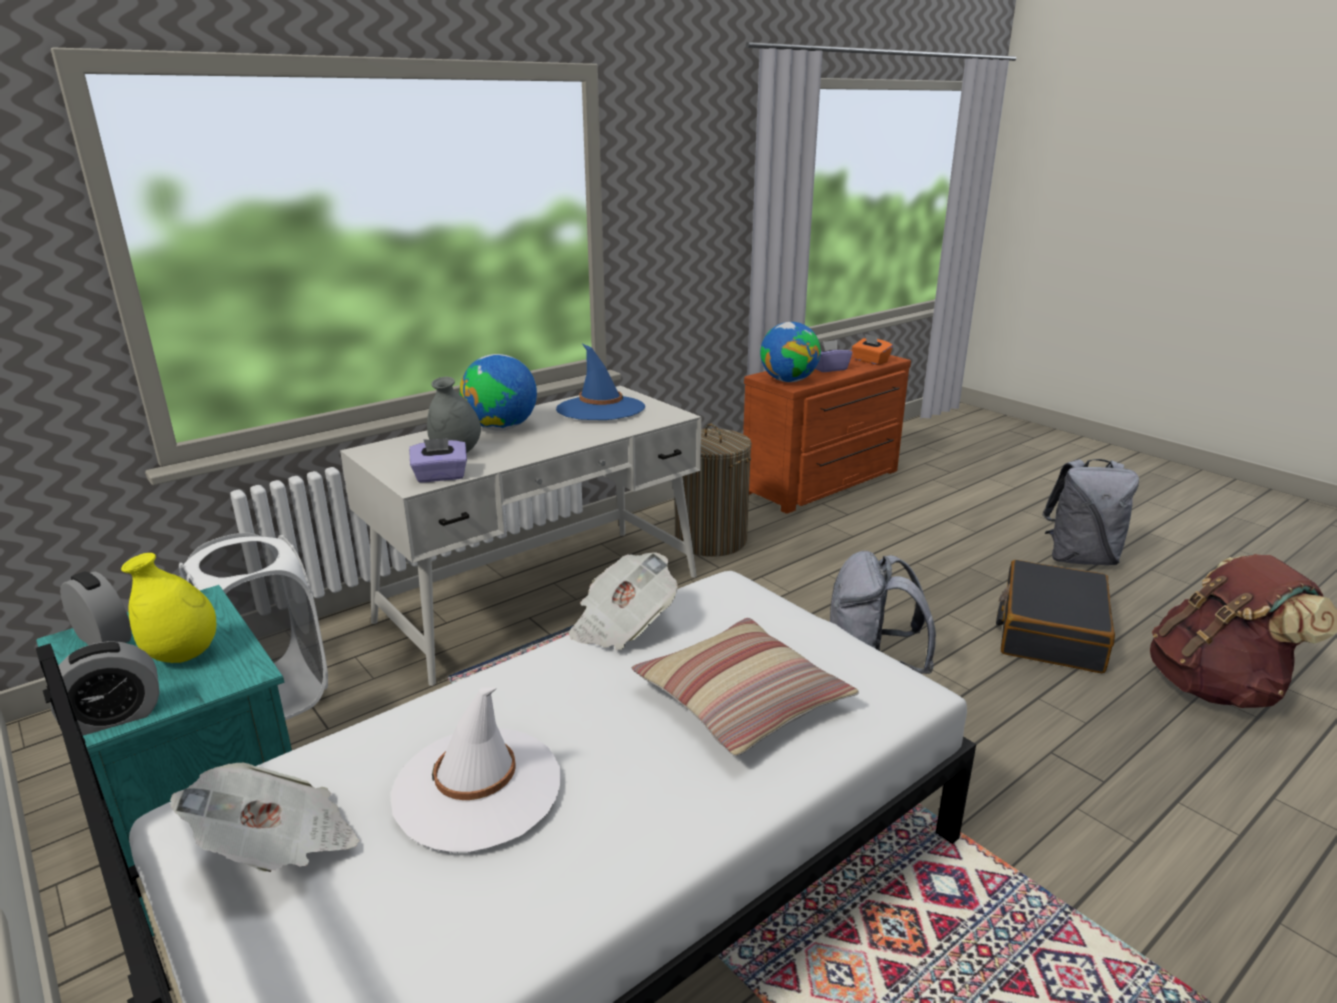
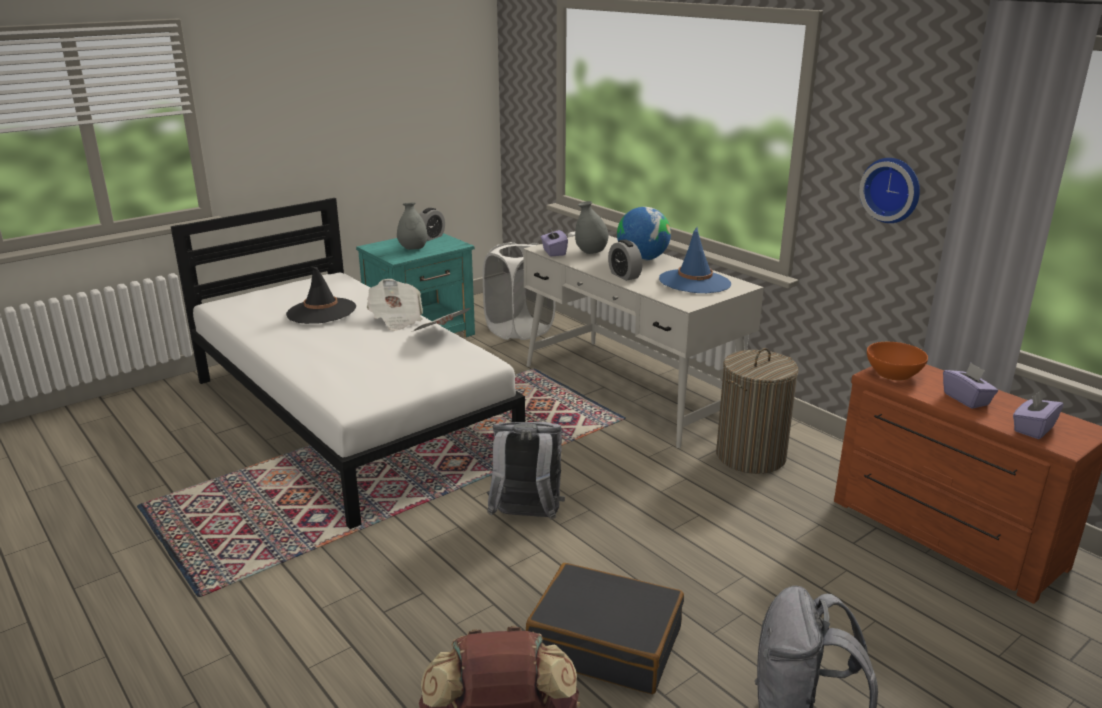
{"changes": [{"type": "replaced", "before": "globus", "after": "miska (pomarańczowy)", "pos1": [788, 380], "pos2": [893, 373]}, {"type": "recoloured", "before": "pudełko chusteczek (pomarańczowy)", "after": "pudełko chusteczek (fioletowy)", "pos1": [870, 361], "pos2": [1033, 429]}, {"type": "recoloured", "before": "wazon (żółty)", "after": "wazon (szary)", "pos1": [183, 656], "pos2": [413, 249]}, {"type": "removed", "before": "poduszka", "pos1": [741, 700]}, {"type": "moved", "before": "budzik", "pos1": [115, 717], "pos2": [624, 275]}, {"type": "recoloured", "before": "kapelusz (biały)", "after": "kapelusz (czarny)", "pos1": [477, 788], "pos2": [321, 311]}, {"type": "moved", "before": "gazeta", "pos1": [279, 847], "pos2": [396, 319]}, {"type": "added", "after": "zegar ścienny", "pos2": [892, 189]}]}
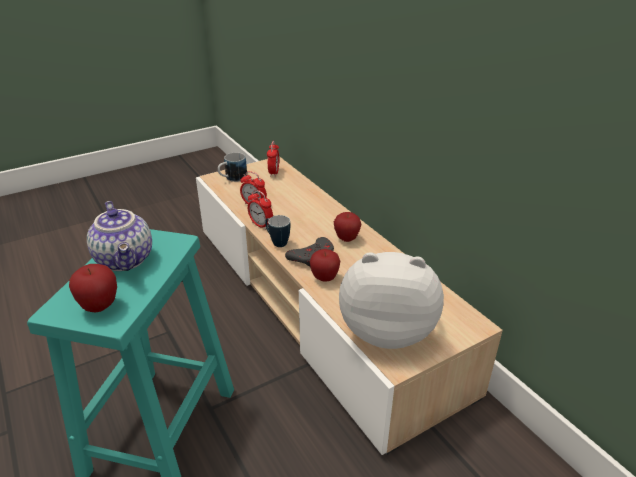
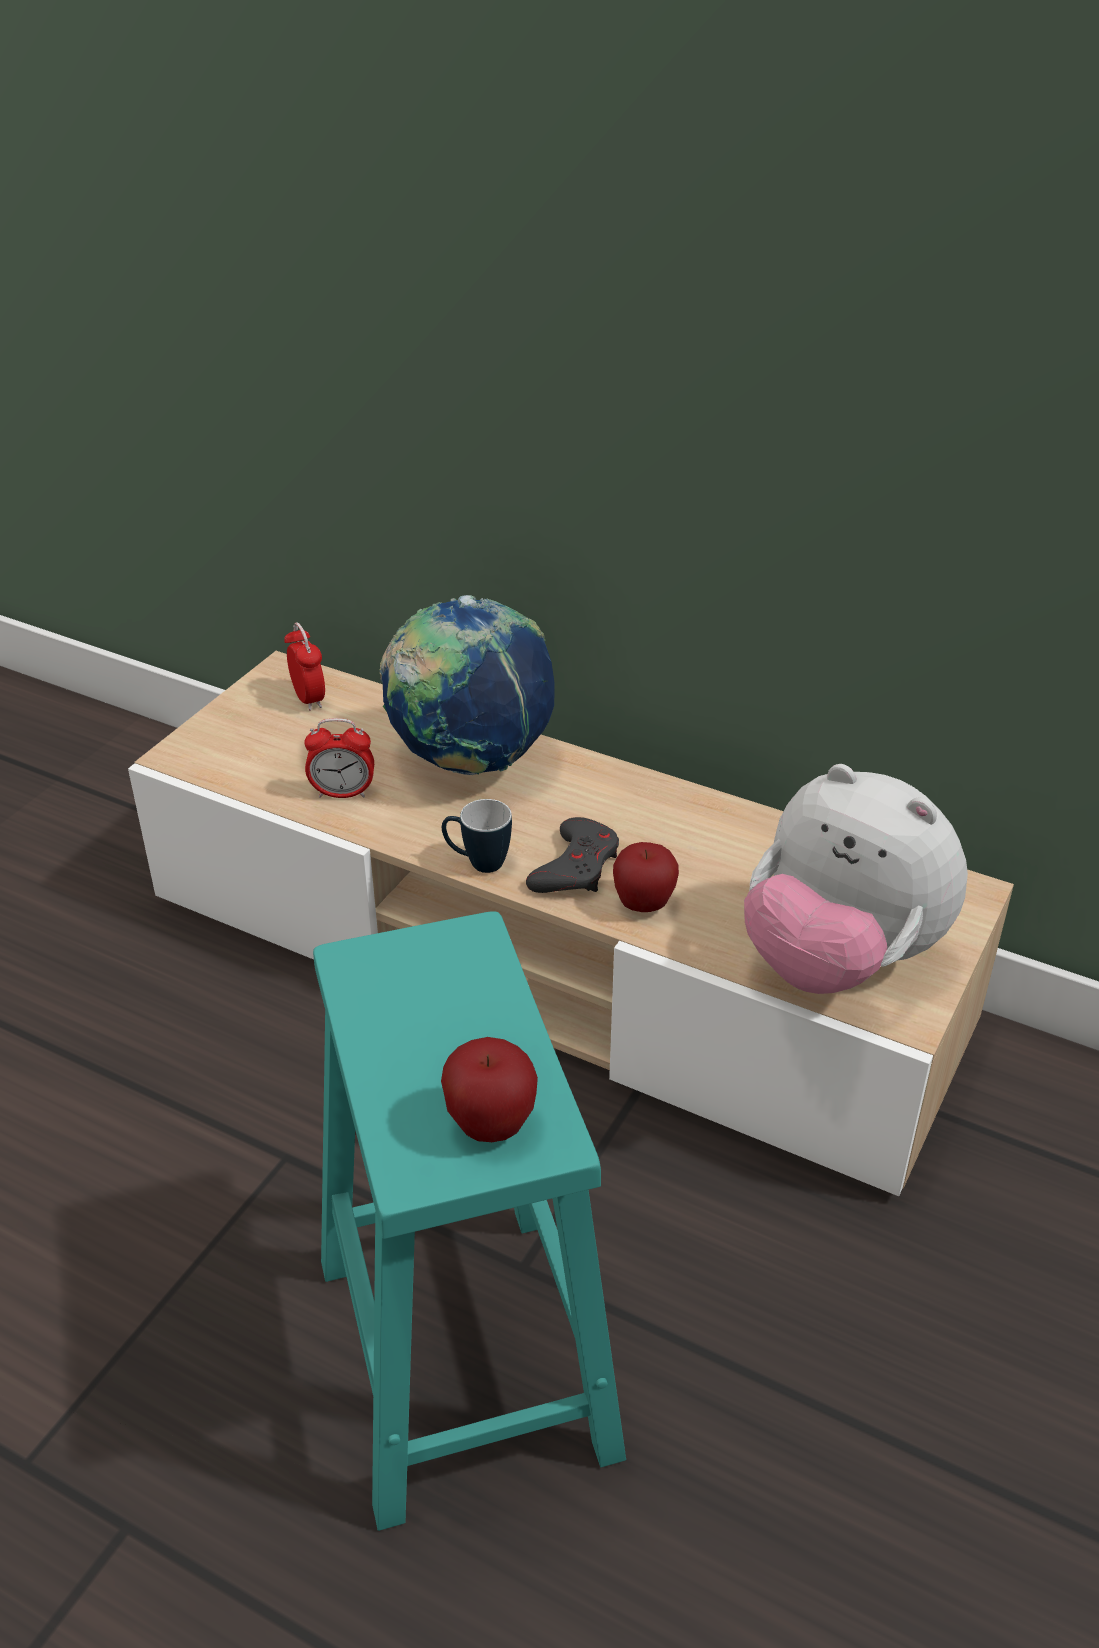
{"changes": [{"type": "removed", "before": "kubek", "pos1": [232, 178]}, {"type": "removed", "before": "budzik", "pos1": [261, 225]}, {"type": "removed", "before": "imbryk", "pos1": [126, 259]}, {"type": "removed", "before": "jabłko", "pos1": [346, 239]}, {"type": "turned", "before": "pluszak", "pos1": [387, 329], "pos2": [839, 960], "turn": -120}, {"type": "added", "after": "globus", "pos2": [470, 761]}]}
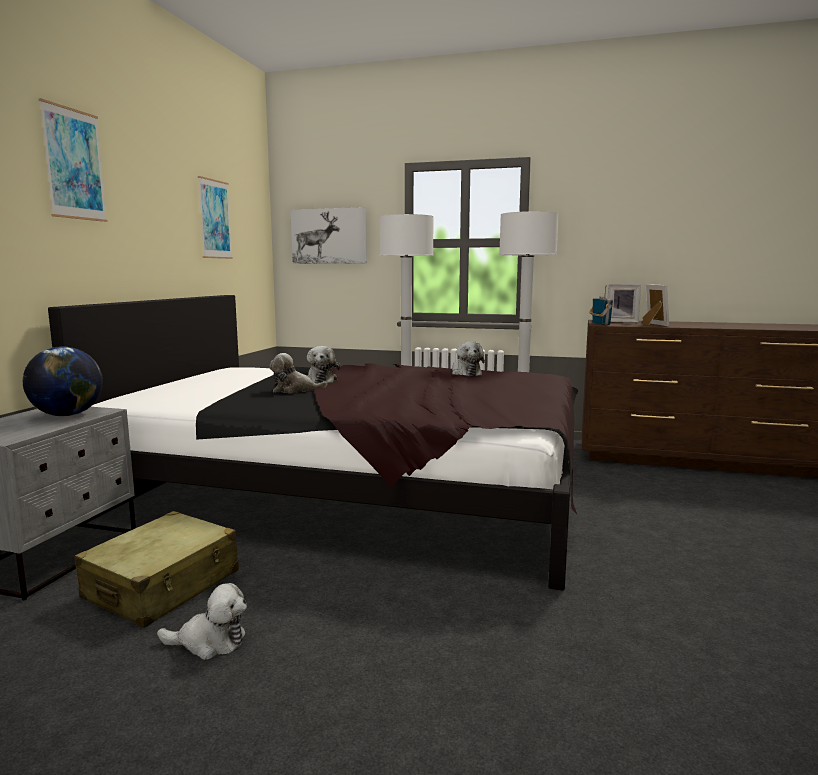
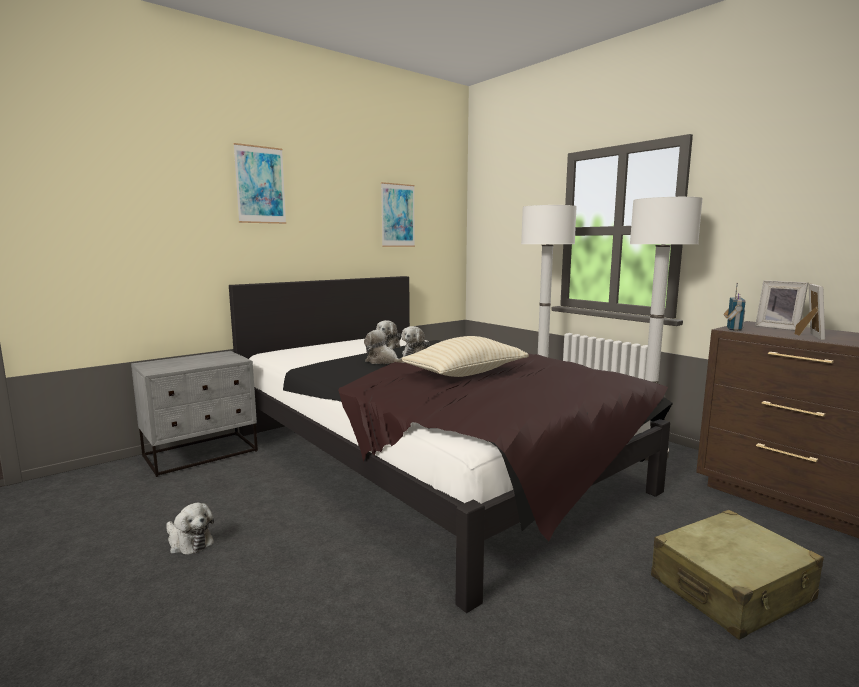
{"changes": [{"type": "removed", "before": "obraz", "pos1": [329, 236]}, {"type": "moved", "before": "pluszak", "pos1": [465, 373], "pos2": [389, 346]}, {"type": "removed", "before": "globus", "pos1": [67, 415]}, {"type": "moved", "before": "walizka (beżowy)", "pos1": [163, 585], "pos2": [731, 589]}, {"type": "added", "after": "poduszka (beżowy)", "pos2": [465, 374]}]}
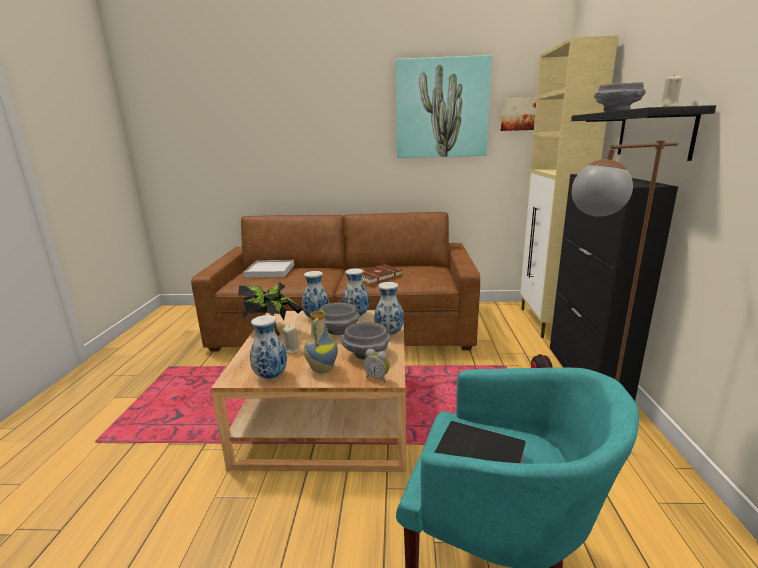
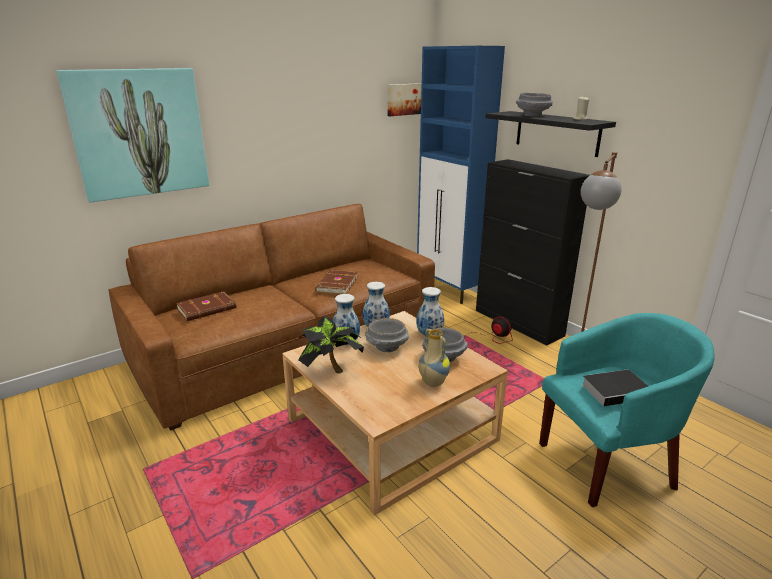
{"changes": [{"type": "recoloured", "before": "szafka (beżowy)", "after": "szafka (niebieski)", "pos1": [545, 322], "pos2": [449, 290]}, {"type": "moved", "before": "obraz", "pos1": [441, 109], "pos2": [139, 133]}, {"type": "replaced", "before": "taca (biały)", "after": "książka (brązowy)", "pos1": [270, 271], "pos2": [207, 309]}, {"type": "removed", "before": "wazon", "pos1": [270, 376]}, {"type": "removed", "before": "świeca (beżowy)", "pos1": [292, 350]}, {"type": "removed", "before": "budzik", "pos1": [377, 378]}]}
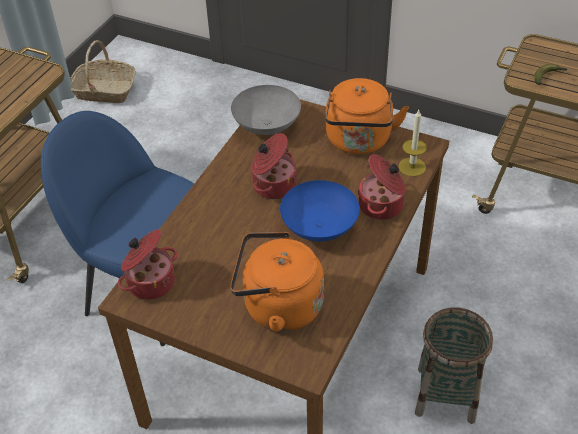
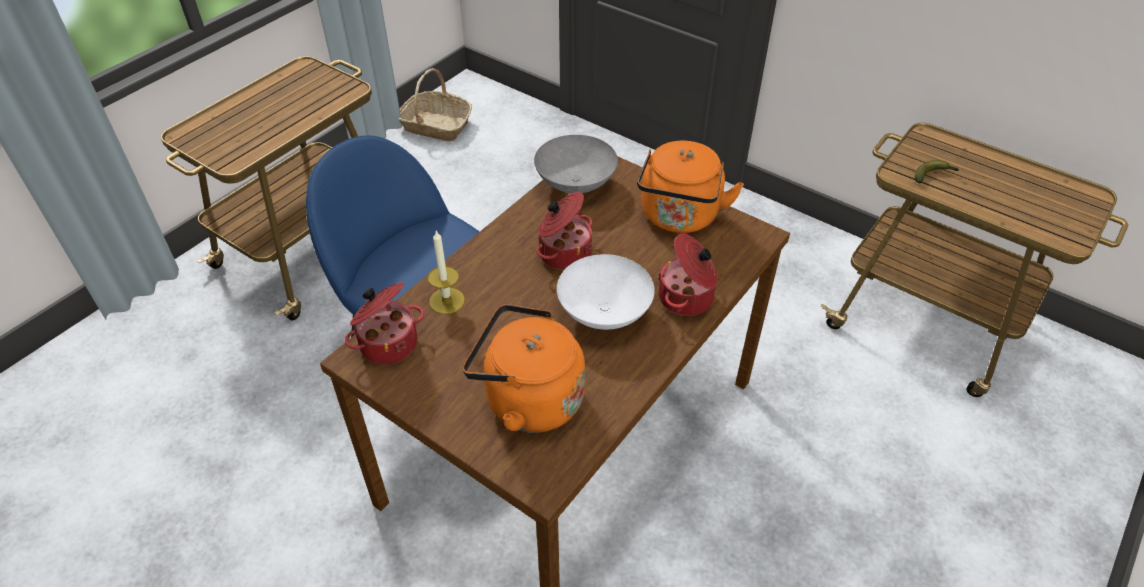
{"changes": [{"type": "moved", "before": "świeca", "pos1": [412, 167], "pos2": [447, 301]}, {"type": "recoloured", "before": "miska (niebieski)", "after": "miska (biały)", "pos1": [319, 229], "pos2": [603, 314]}, {"type": "removed", "before": "koszyk", "pos1": [445, 394]}]}
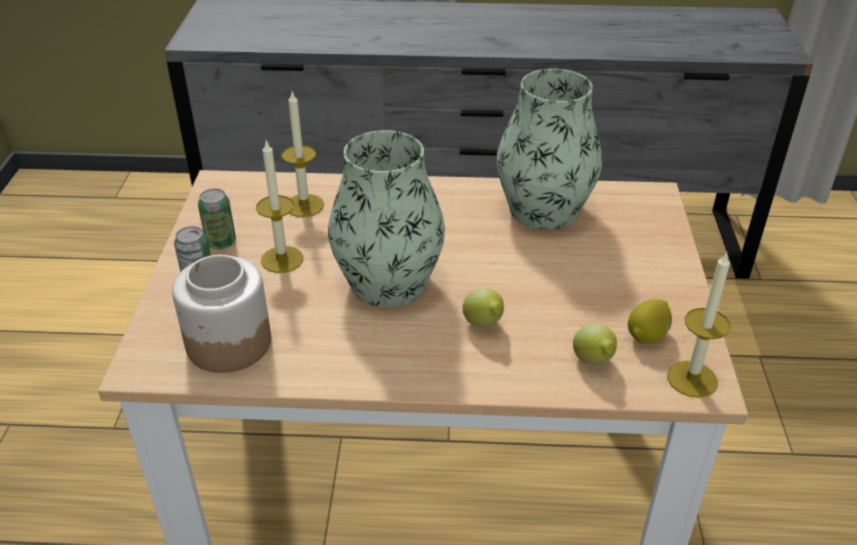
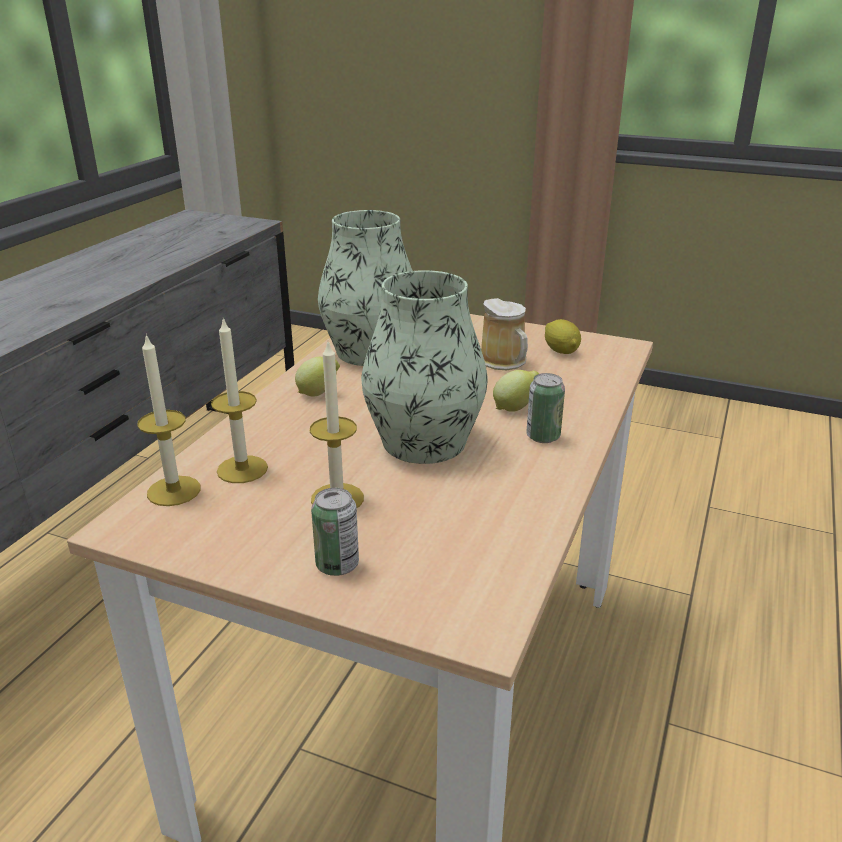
{"changes": [{"type": "moved", "before": "puszka", "pos1": [221, 242], "pos2": [543, 436]}, {"type": "moved", "before": "świeca", "pos1": [692, 379], "pos2": [174, 491]}, {"type": "removed", "before": "słoik", "pos1": [228, 343]}, {"type": "moved", "before": "cytryna", "pos1": [593, 362], "pos2": [319, 394]}, {"type": "added", "after": "kubek", "pos2": [505, 362]}]}
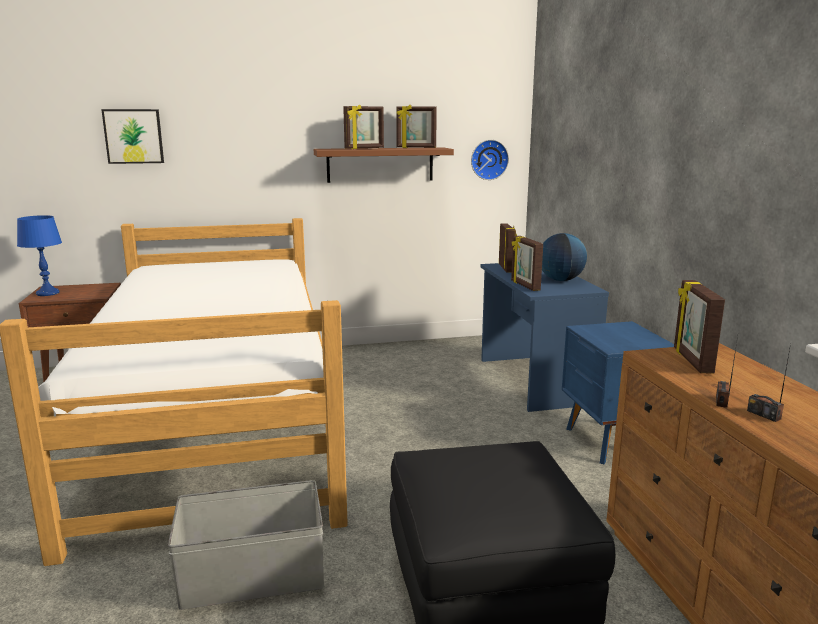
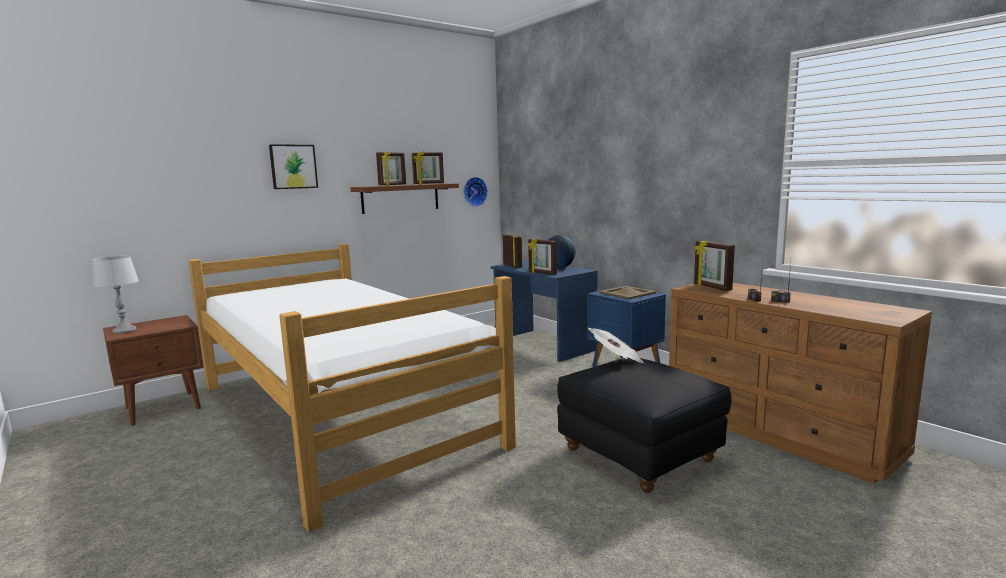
{"changes": [{"type": "moved", "before": "obraz", "pos1": [134, 136], "pos2": [293, 166]}, {"type": "recoloured", "before": "lampa stołowa (niebieski)", "after": "lampa stołowa (szary)", "pos1": [47, 293], "pos2": [124, 331]}, {"type": "removed", "before": "pojemnik do przechowywania (szary)", "pos1": [253, 577]}, {"type": "added", "after": "taca (beżowy)", "pos2": [627, 293]}, {"type": "added", "after": "gazeta", "pos2": [616, 359]}]}
